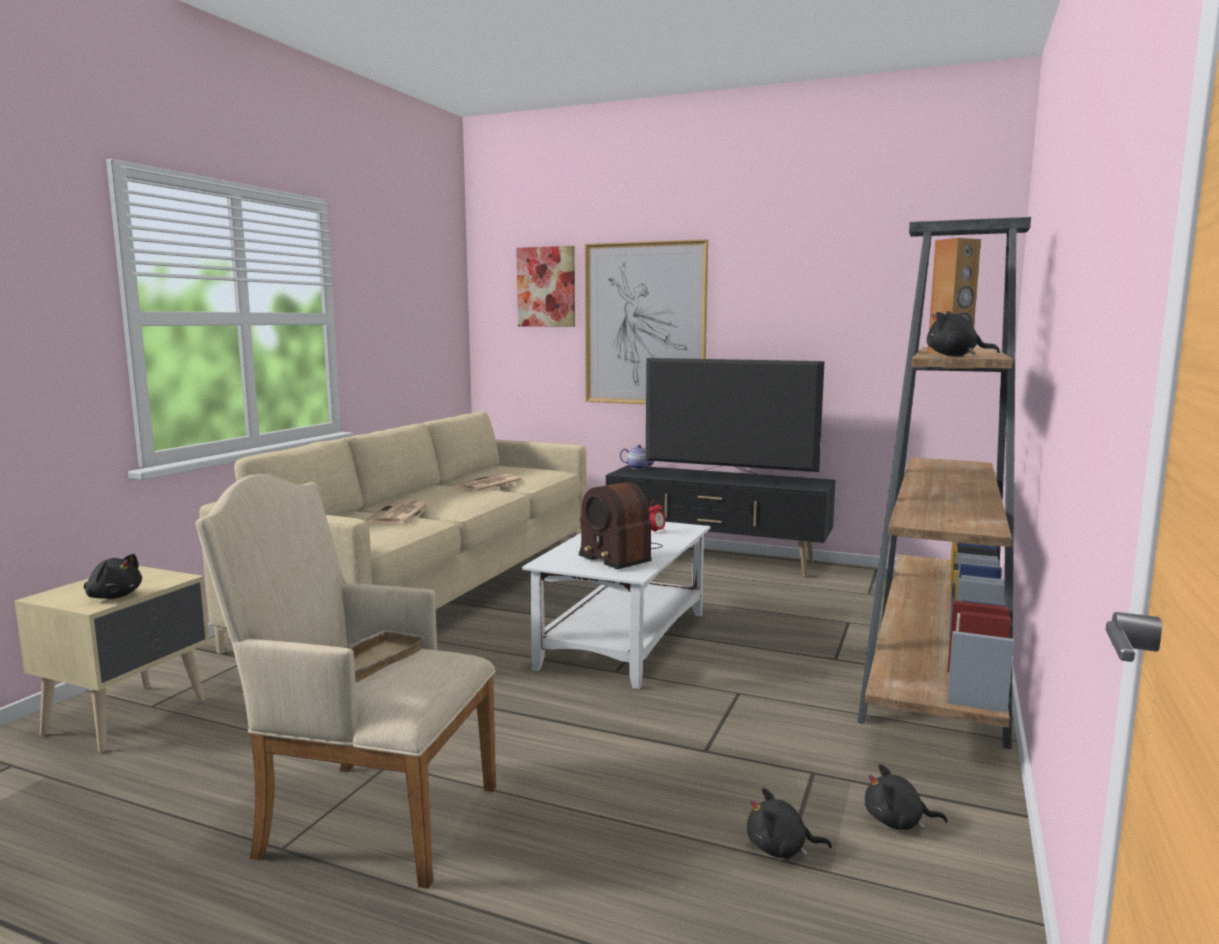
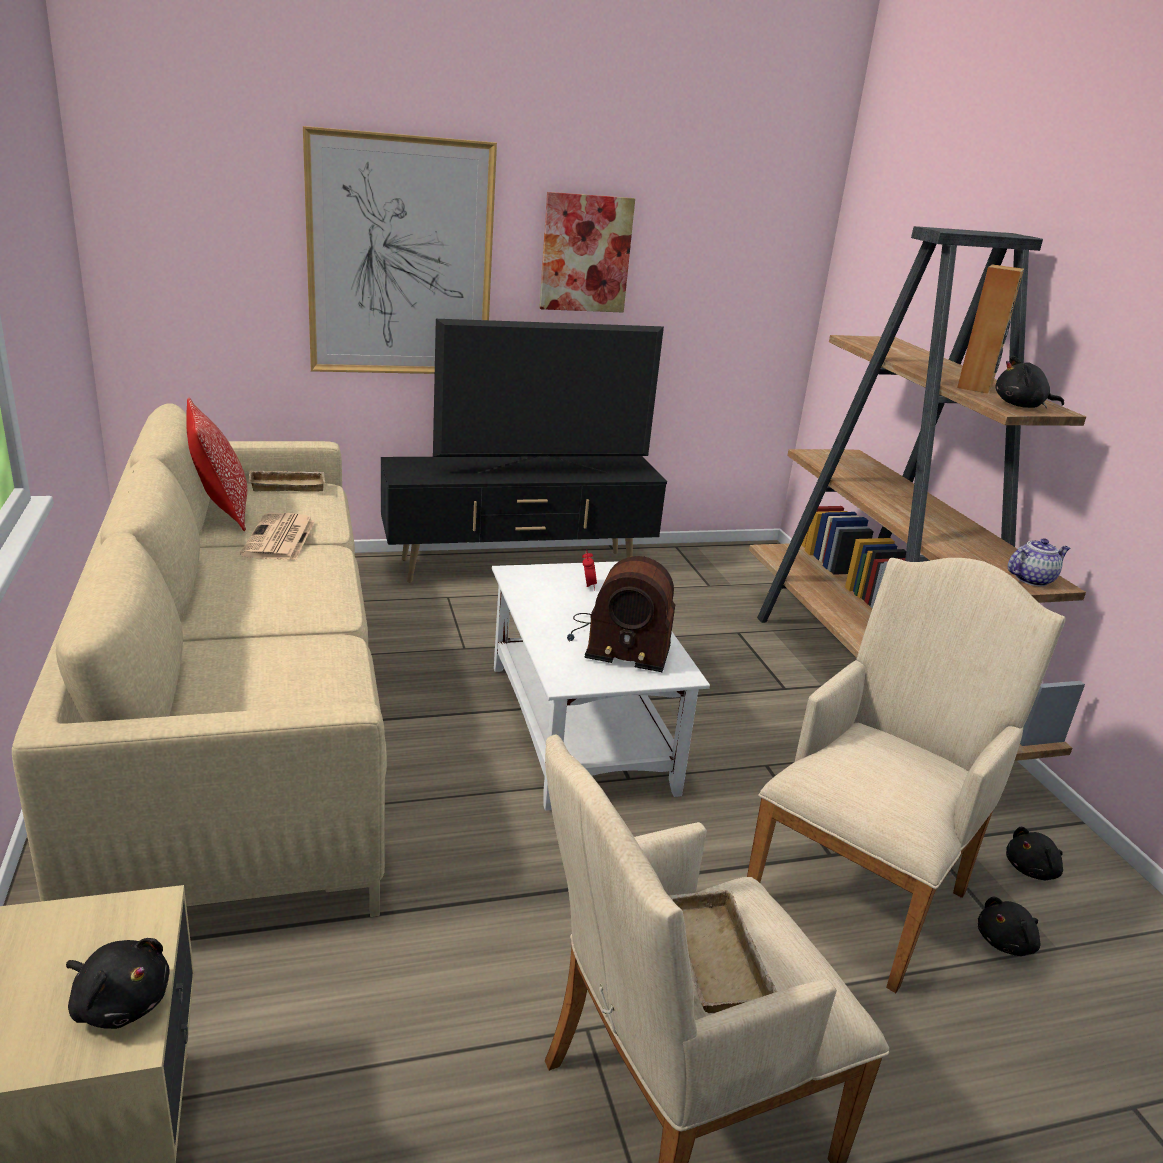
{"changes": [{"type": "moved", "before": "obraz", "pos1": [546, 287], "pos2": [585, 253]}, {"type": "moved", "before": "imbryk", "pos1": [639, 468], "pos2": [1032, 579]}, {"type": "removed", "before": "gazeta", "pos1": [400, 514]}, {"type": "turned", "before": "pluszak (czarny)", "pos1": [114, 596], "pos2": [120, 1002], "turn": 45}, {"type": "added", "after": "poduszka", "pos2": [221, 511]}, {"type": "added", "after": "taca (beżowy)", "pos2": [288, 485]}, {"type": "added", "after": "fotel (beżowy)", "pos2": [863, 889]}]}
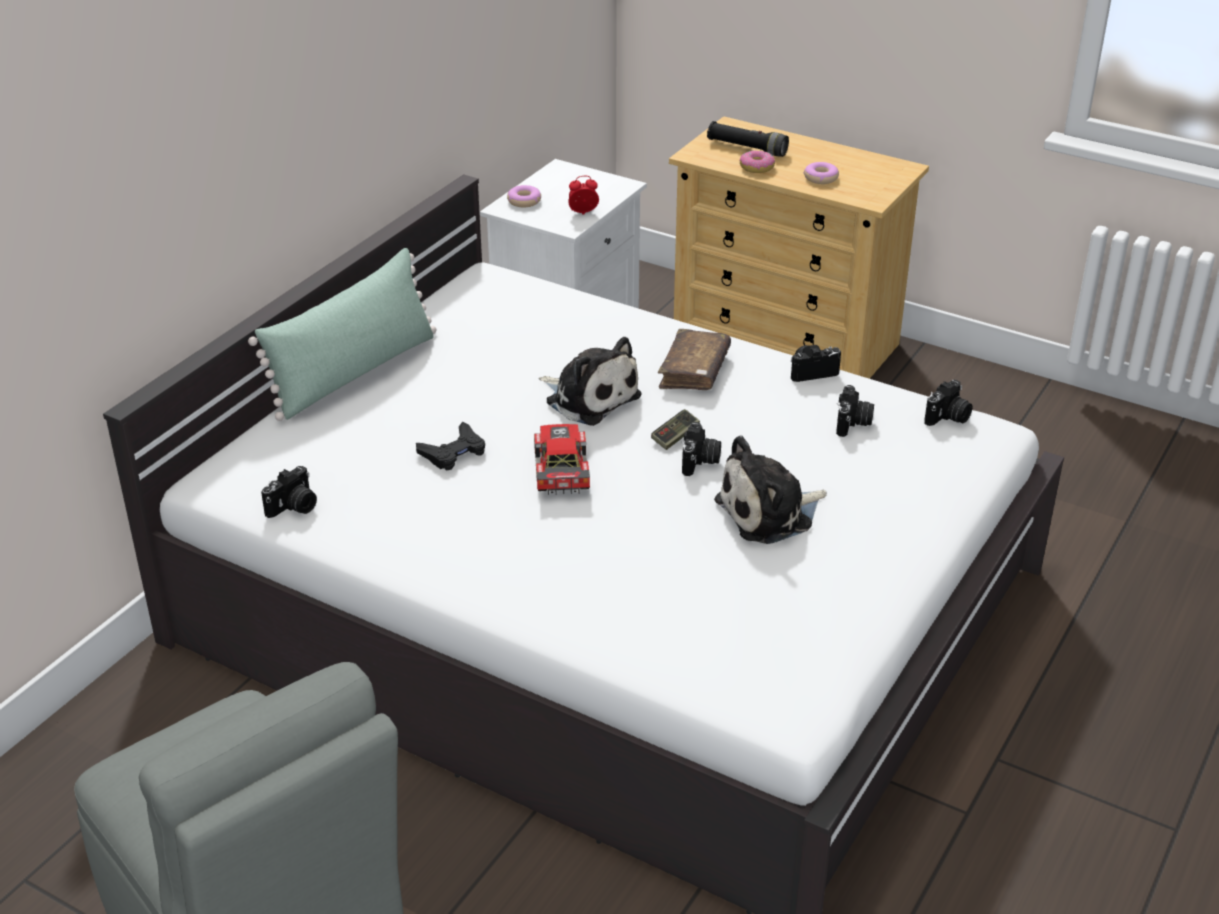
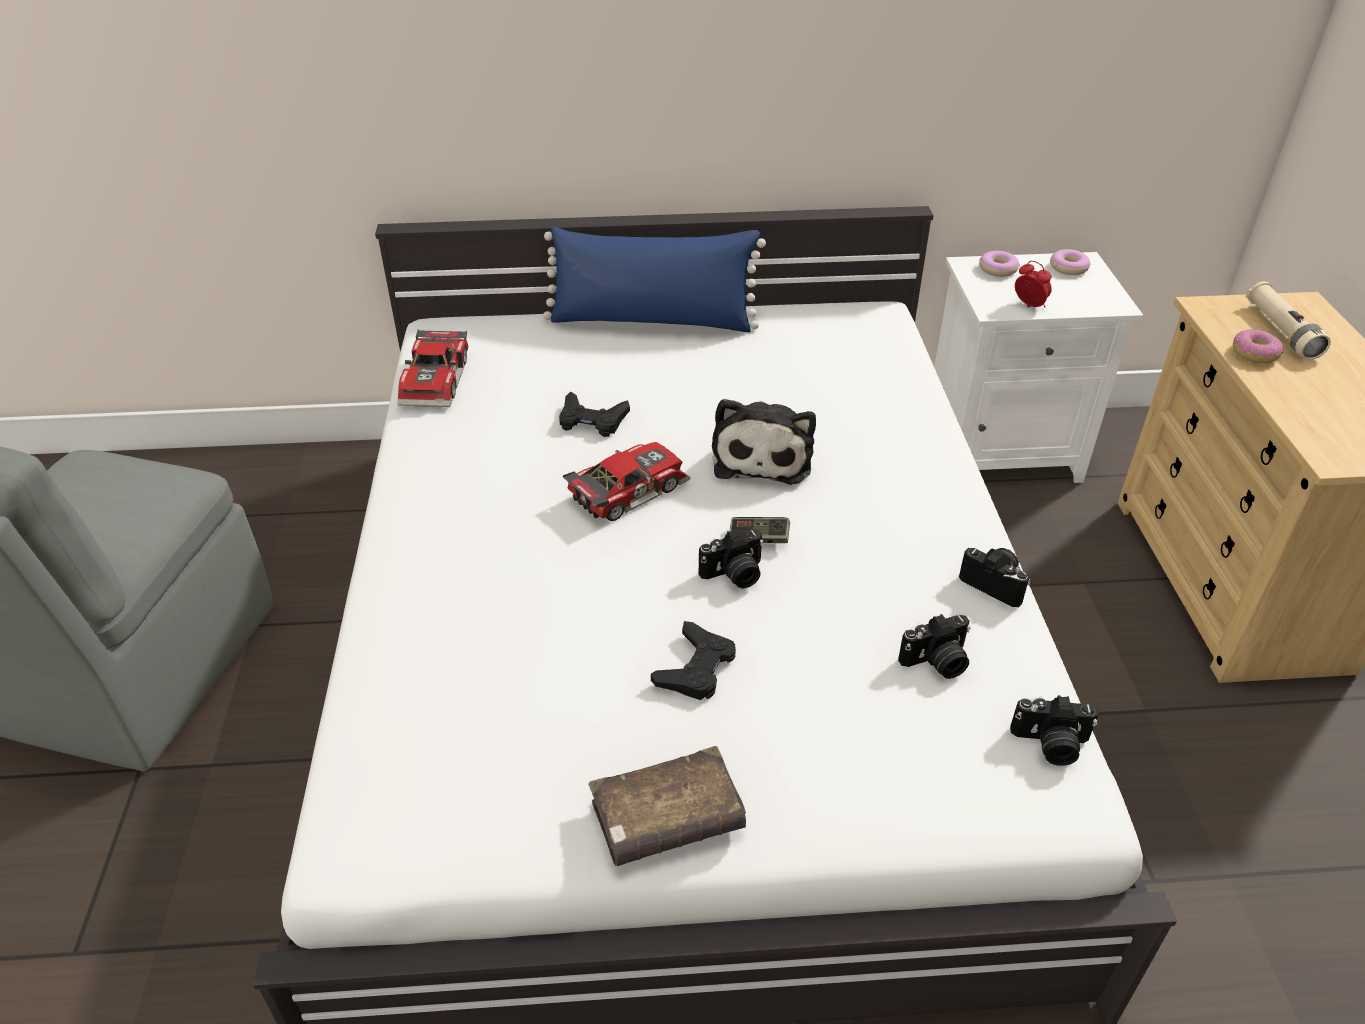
{"changes": [{"type": "recoloured", "before": "latarka (czarny)", "after": "latarka (beżowy)", "pos1": [747, 148], "pos2": [1281, 331]}, {"type": "moved", "before": "donut", "pos1": [821, 178], "pos2": [1068, 268]}, {"type": "recoloured", "before": "poduszka (zielony)", "after": "poduszka (niebieski)", "pos1": [354, 373], "pos2": [652, 321]}, {"type": "moved", "before": "książka (brązowy)", "pos1": [694, 371], "pos2": [667, 819]}, {"type": "replaced", "before": "pluszak", "after": "pad do gier (czarny)", "pos1": [769, 513], "pos2": [696, 668]}, {"type": "replaced", "before": "aparat fotograficzny", "after": "samochodzik", "pos1": [294, 507], "pos2": [438, 380]}]}
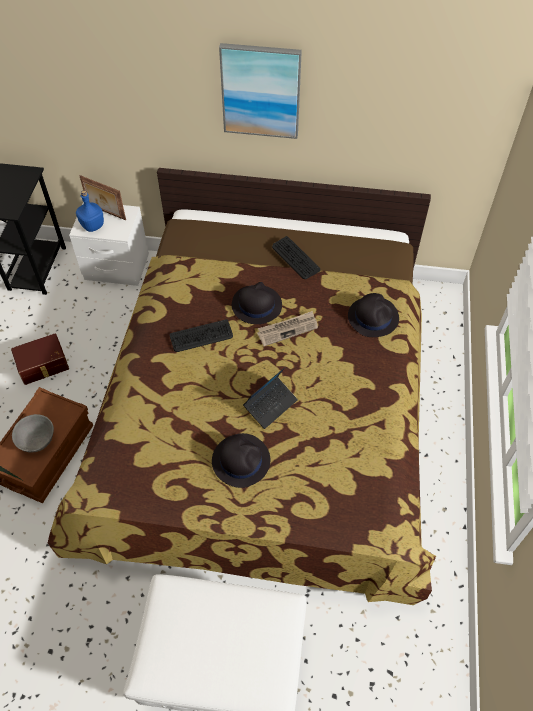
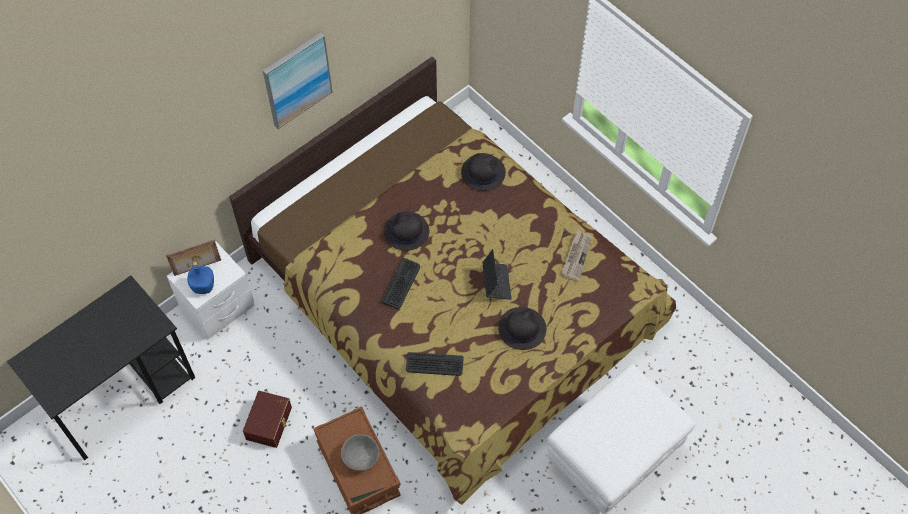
{"changes": [{"type": "moved", "before": "klawiatura", "pos1": [295, 258], "pos2": [434, 364]}, {"type": "moved", "before": "gazeta", "pos1": [287, 329], "pos2": [576, 256]}]}
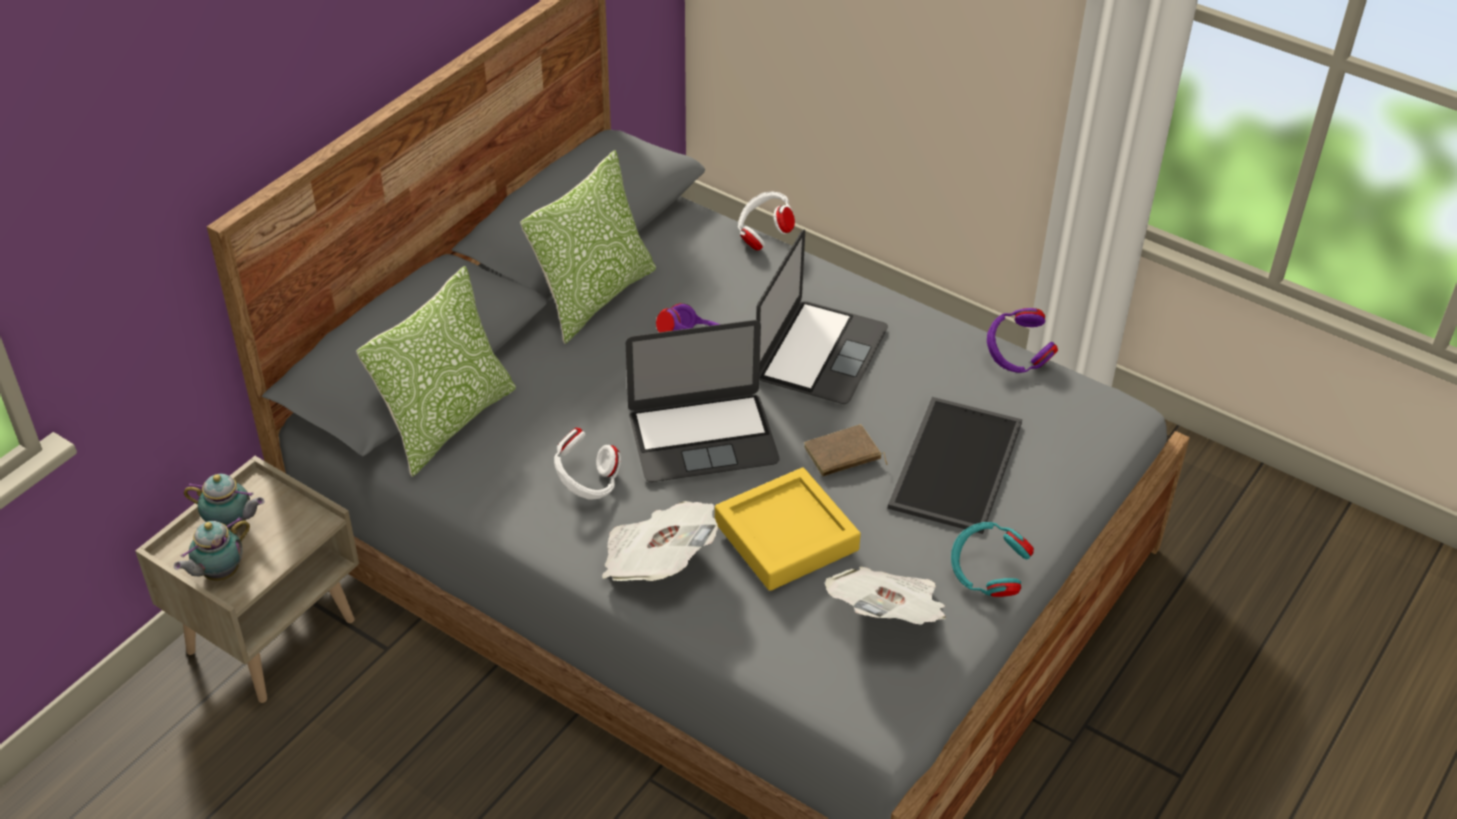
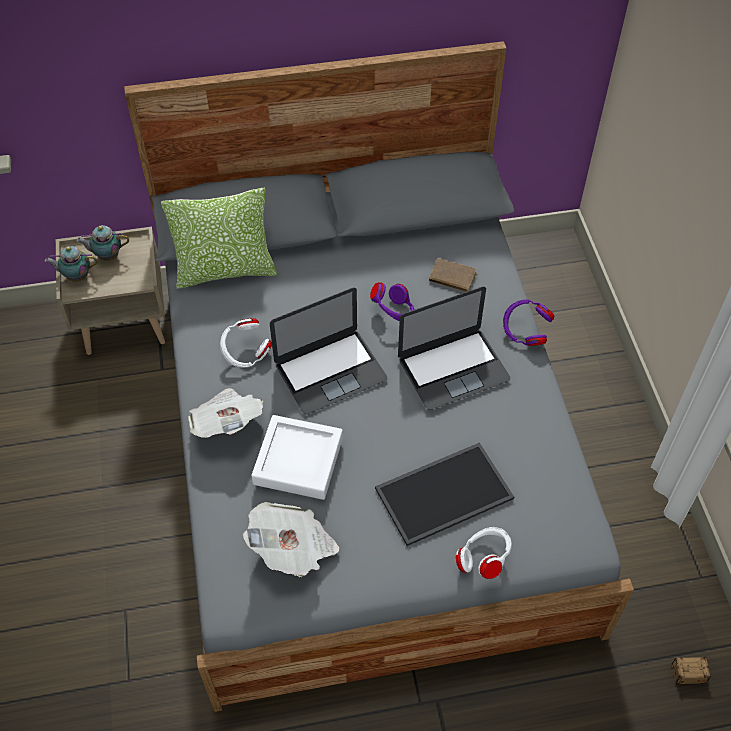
{"changes": [{"type": "removed", "before": "poduszka", "pos1": [594, 297]}, {"type": "moved", "before": "słuchawki (biały)", "pos1": [763, 235], "pos2": [483, 559]}, {"type": "moved", "before": "słuchawki (fioletowy)", "pos1": [1017, 359], "pos2": [524, 333]}, {"type": "turned", "before": "laptop", "pos1": [703, 437], "pos2": [330, 371], "turn": -60}, {"type": "moved", "before": "książka (brązowy)", "pos1": [843, 455], "pos2": [452, 278]}, {"type": "recoloured", "before": "taca (żółty)", "after": "taca (biały)", "pos1": [786, 536], "pos2": [298, 461]}, {"type": "turned", "before": "imbryk", "pos1": [232, 526], "pos2": [107, 256], "turn": 120}, {"type": "removed", "before": "słuchawki (turkusowy)", "pos1": [986, 577]}, {"type": "added", "after": "pojemnik do przechowywania", "pos2": [667, 673]}]}
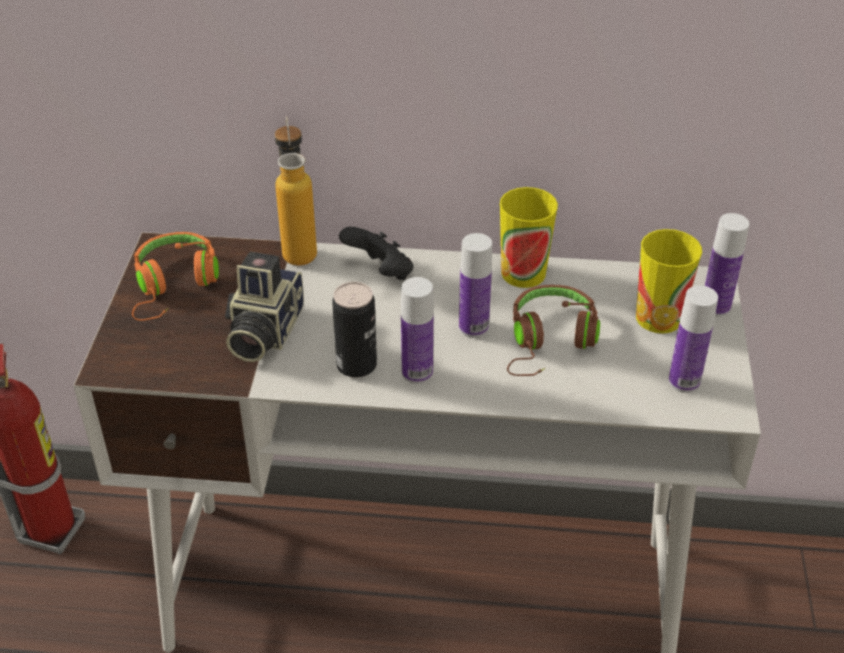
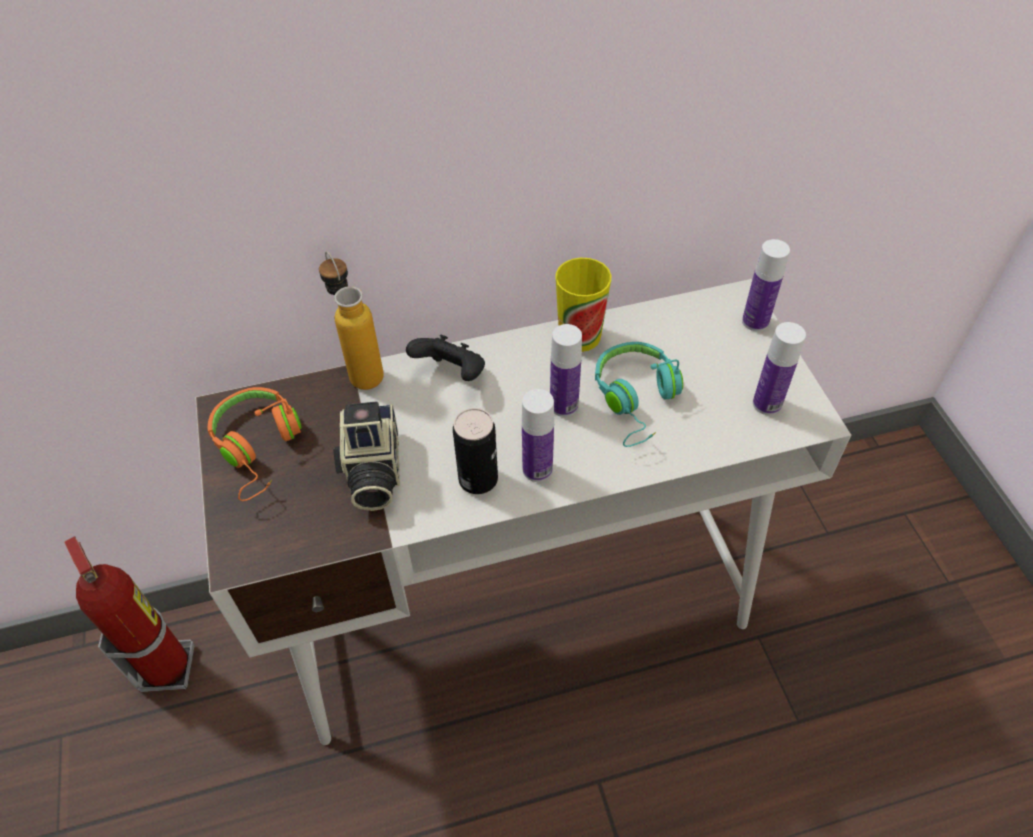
{"changes": [{"type": "removed", "before": "filiżanka", "pos1": [658, 318]}, {"type": "recoloured", "before": "słuchawki (brązowy)", "after": "słuchawki (turkusowy)", "pos1": [549, 342], "pos2": [637, 400]}]}
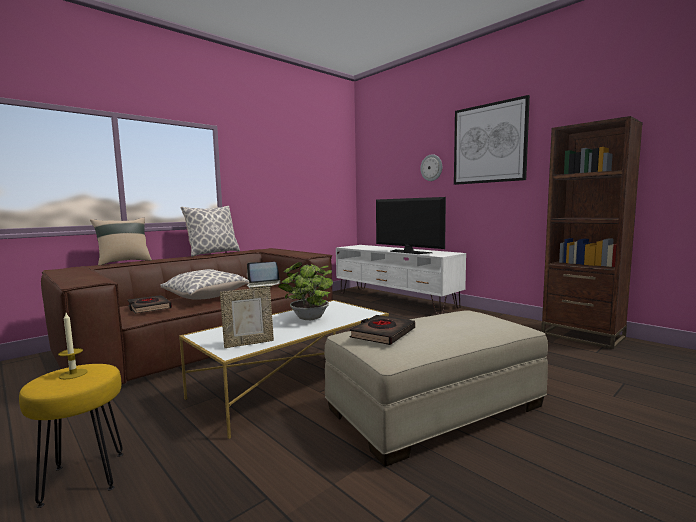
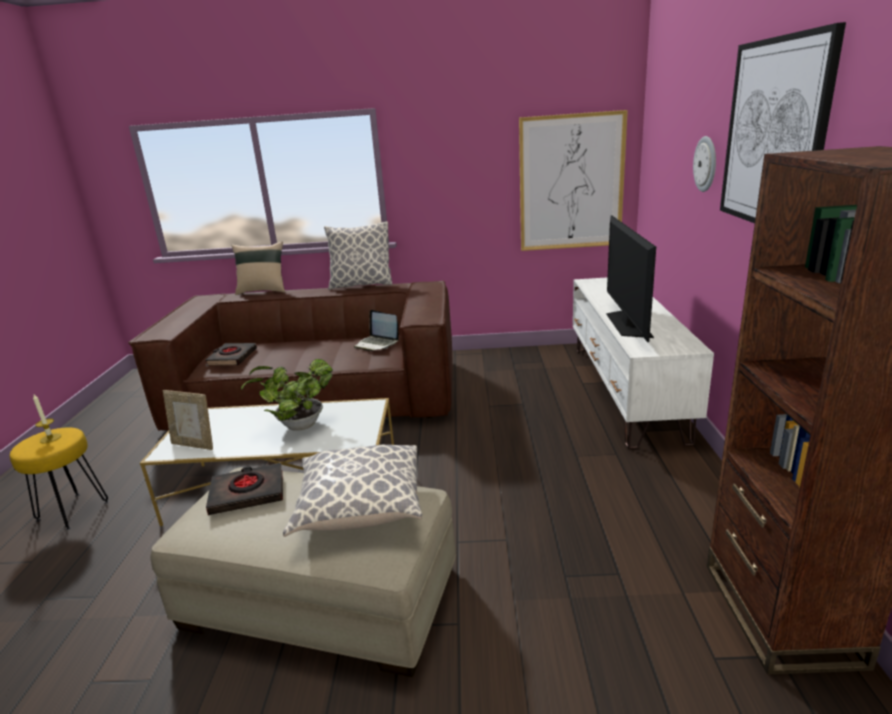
{"changes": [{"type": "moved", "before": "poduszka", "pos1": [206, 297], "pos2": [360, 508]}, {"type": "added", "after": "obraz", "pos2": [571, 183]}]}
